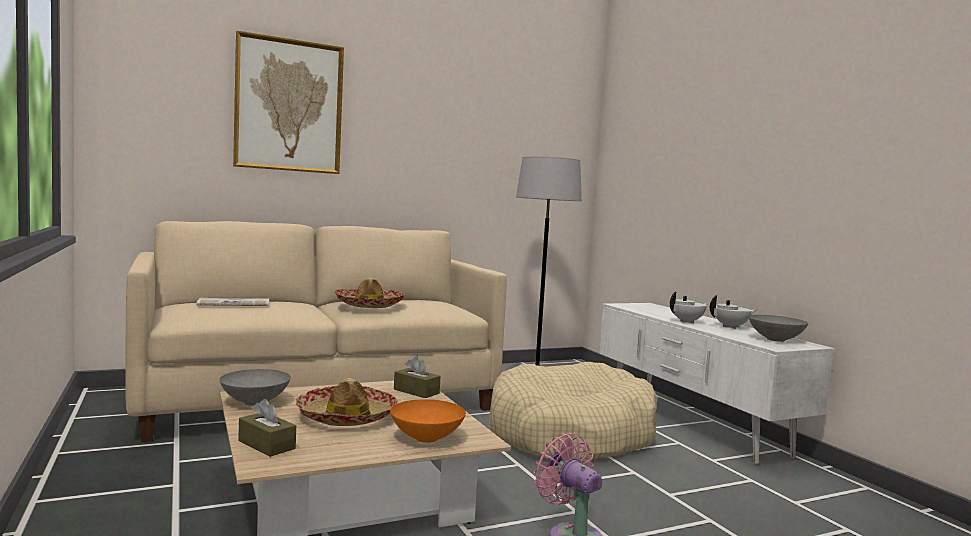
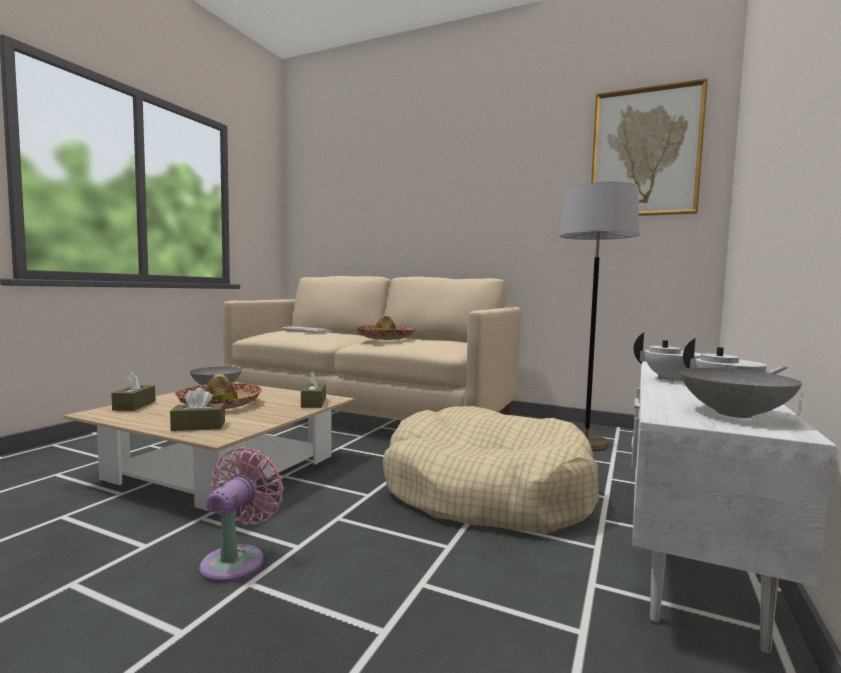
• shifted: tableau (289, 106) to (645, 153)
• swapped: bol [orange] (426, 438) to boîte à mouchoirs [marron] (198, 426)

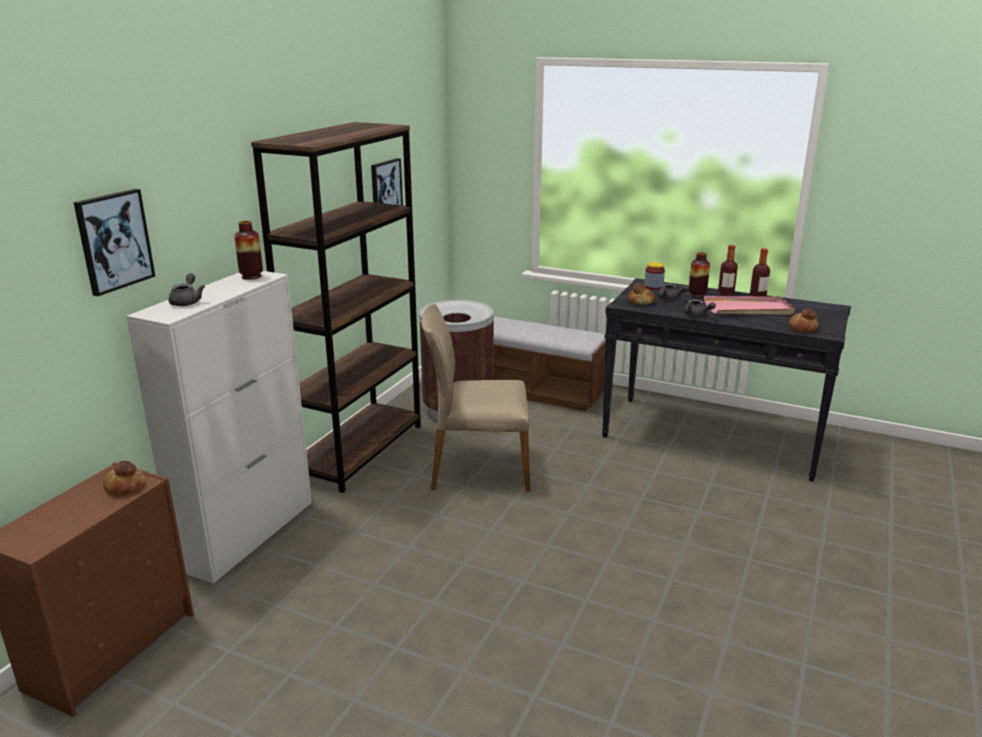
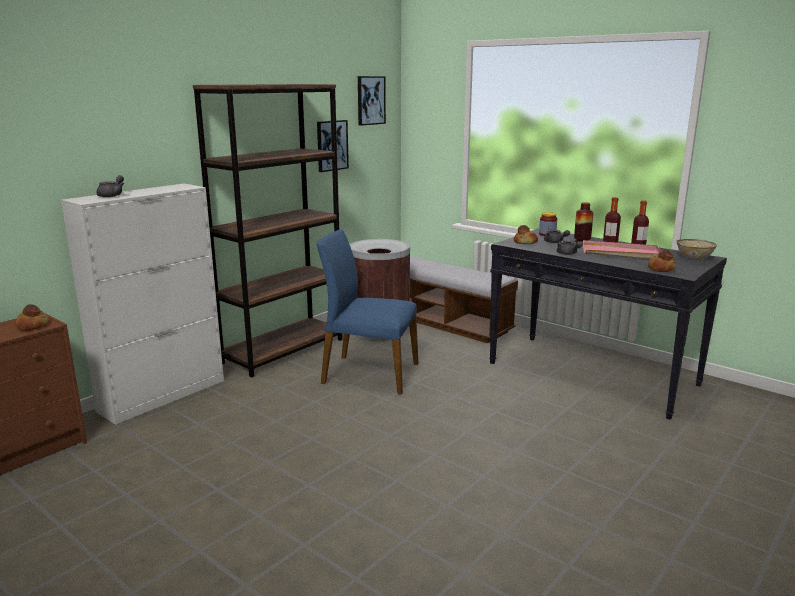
• gone: vase (251, 276)
• new: bol (694, 257)
• shifted: tableau (114, 241) to (370, 100)
• repainted: chaise [beige] (478, 468) to chaise [bleu] (369, 373)

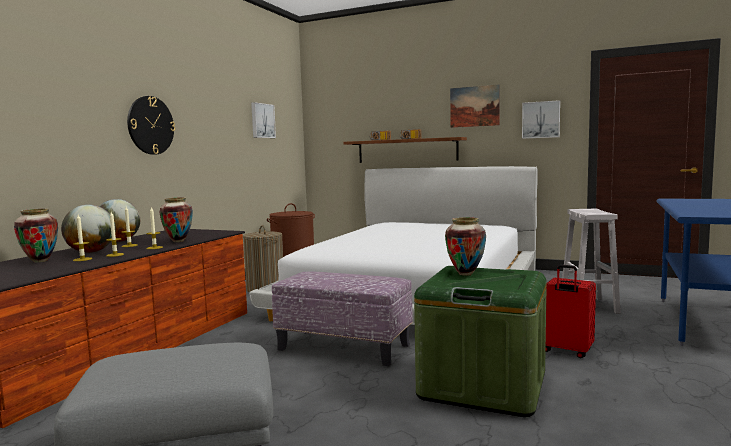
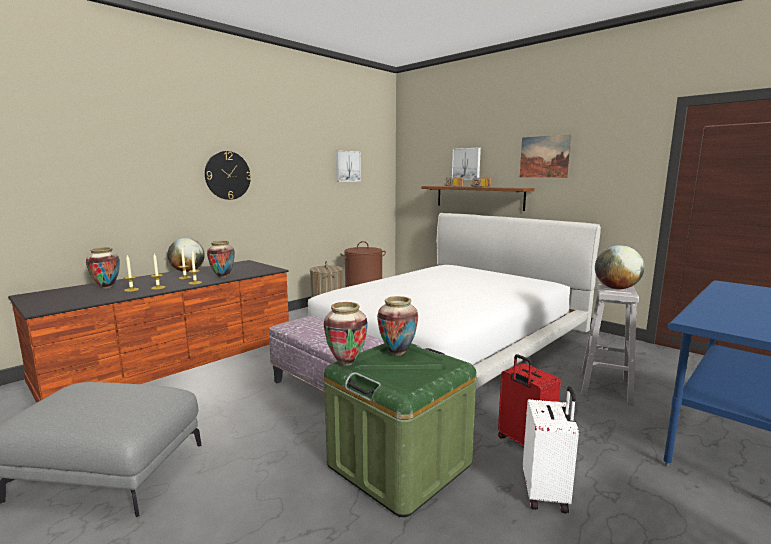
• new: vase (346, 362)
• new: valise [blanc] (546, 493)
• shifted: globe (91, 252) to (616, 288)
• shifted: tableau (541, 120) to (466, 163)

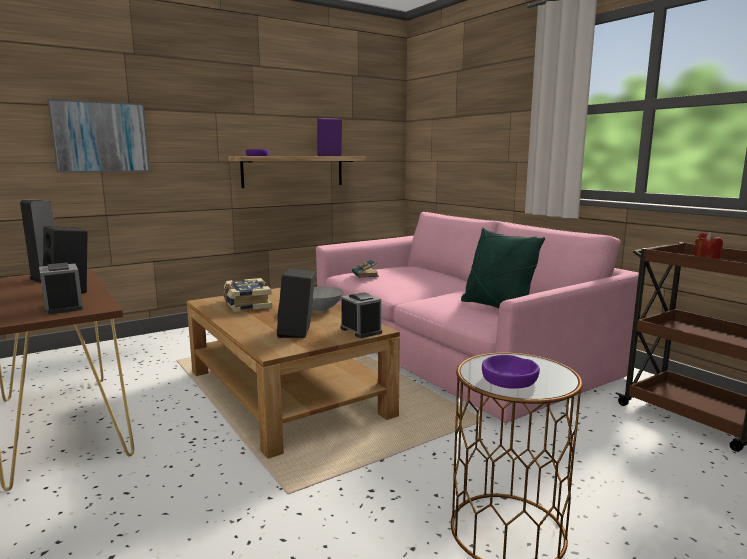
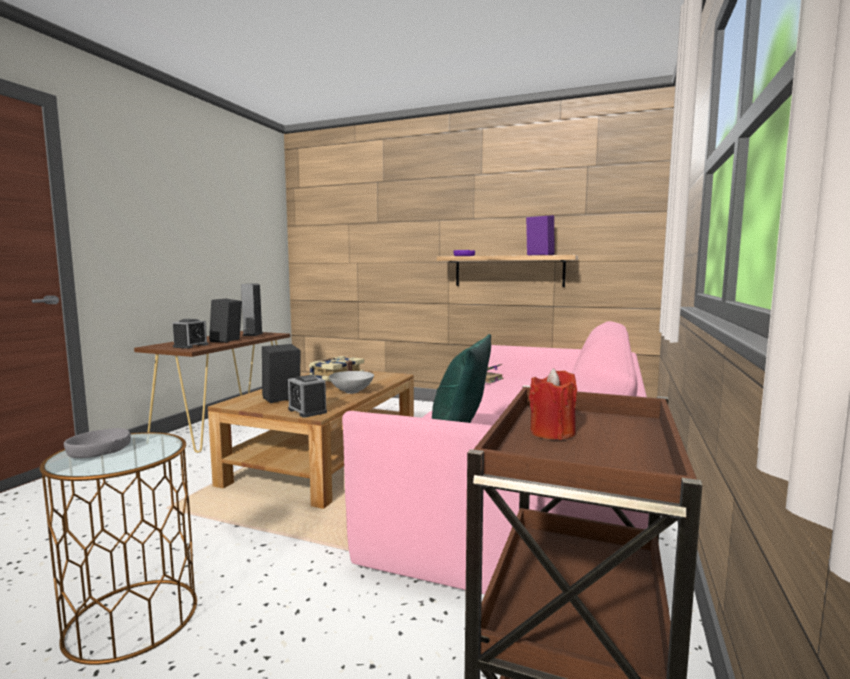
• gone: tableau (100, 137)
• repainted: bol [violet] (509, 379) to bol [gris] (99, 450)
• rotated: réveil (361, 330) = (307, 411) 120 degrees clockwise

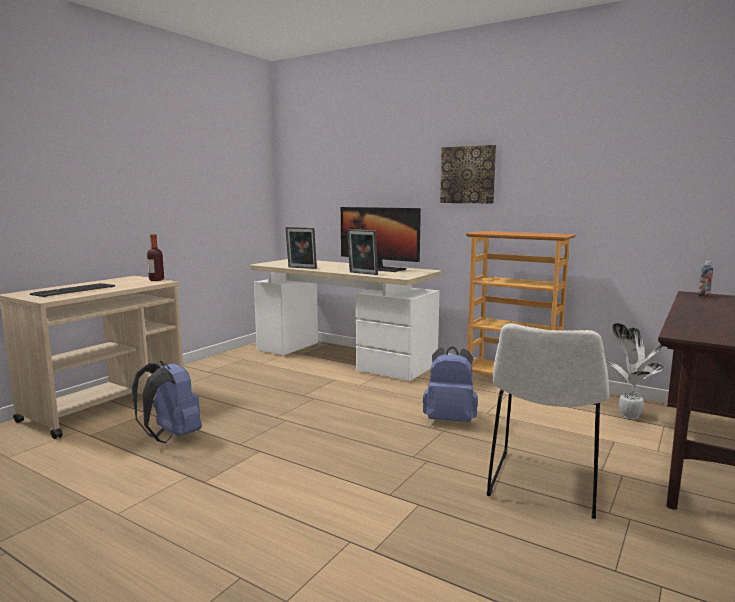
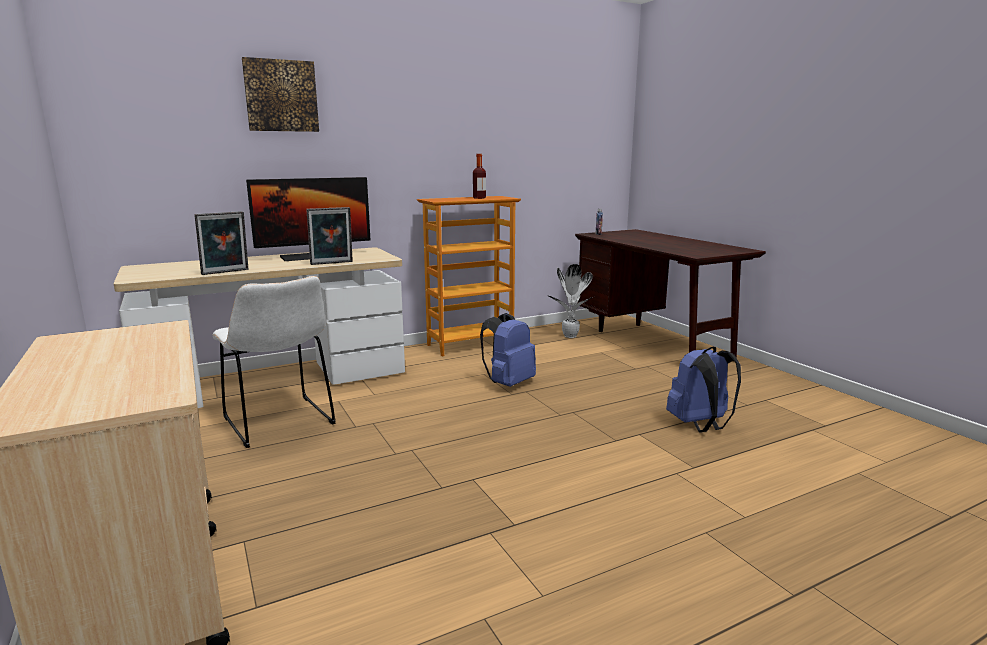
• gone: clavier (73, 290)
• shifted: sac à dos [bleu] (171, 436) to (700, 426)
• shifted: bouteille (156, 280) to (479, 198)
• shifted: tableau (468, 175) to (281, 96)
• shifted: chaise [blanc] (543, 487) to (281, 423)

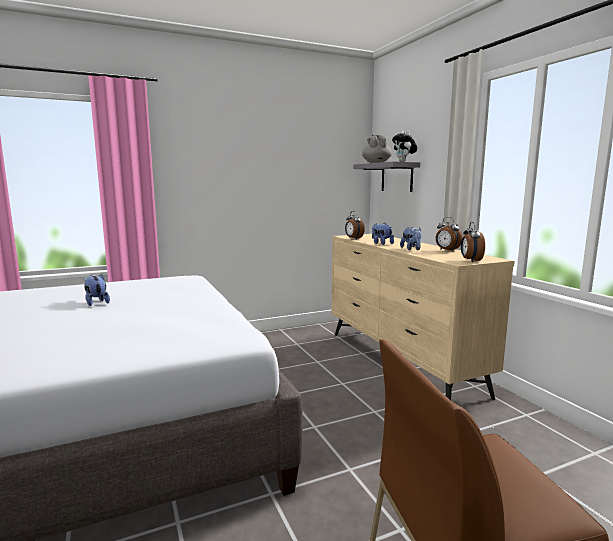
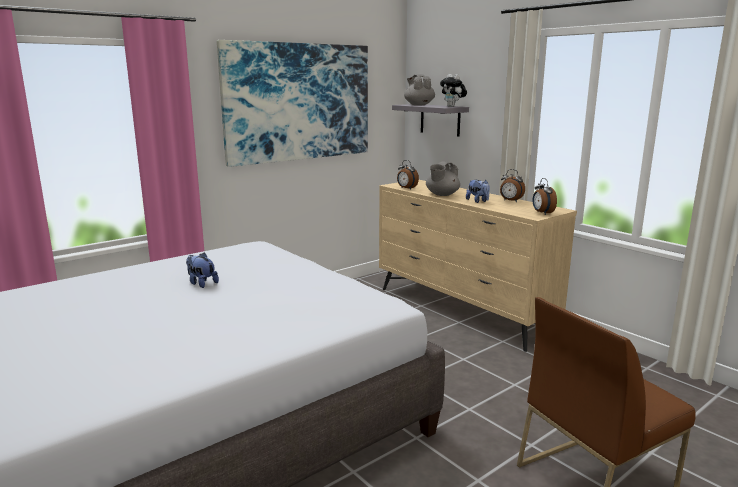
• new: tableau (299, 102)
• swapped: peluche (381, 243) to théière [gris] (442, 195)

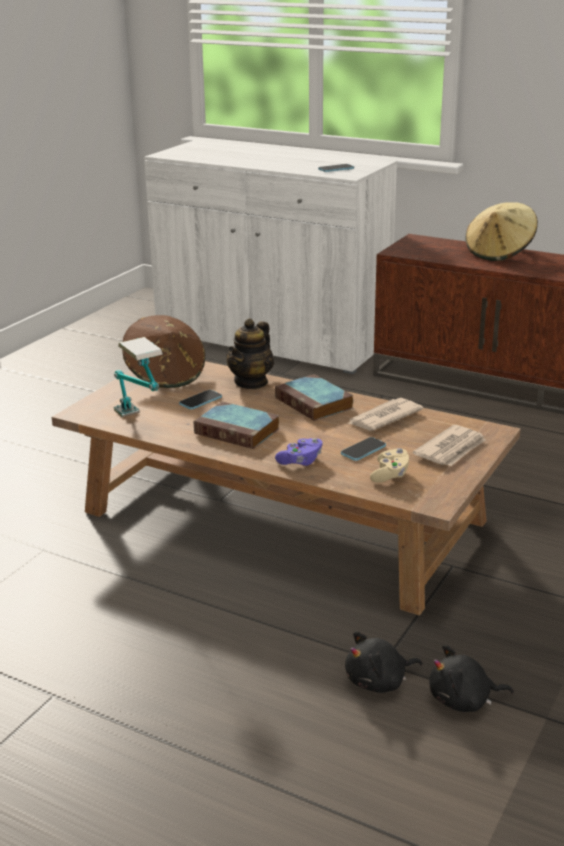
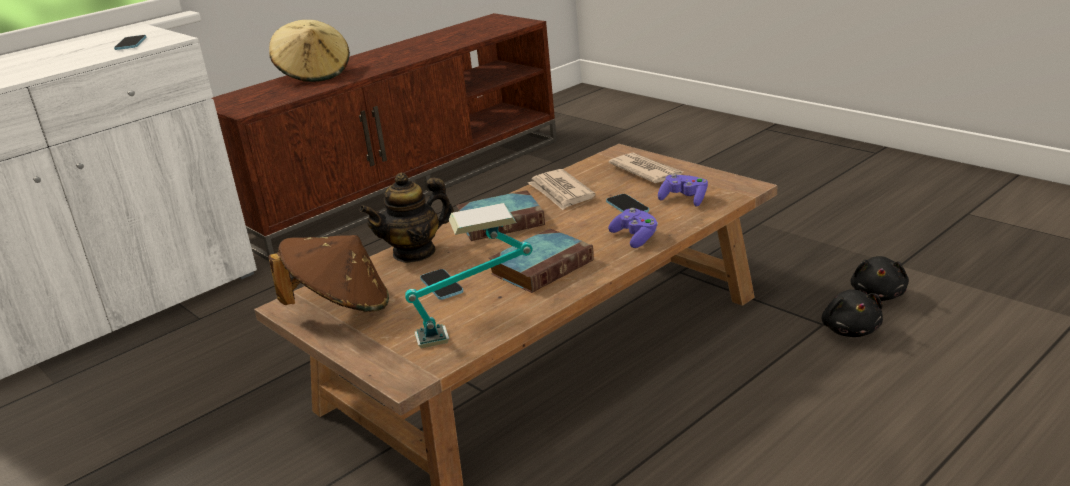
• repainted: manette [beige] (390, 475) to manette [violet] (684, 199)
• rotated: théière (251, 382) = (414, 252) 105 degrees clockwise

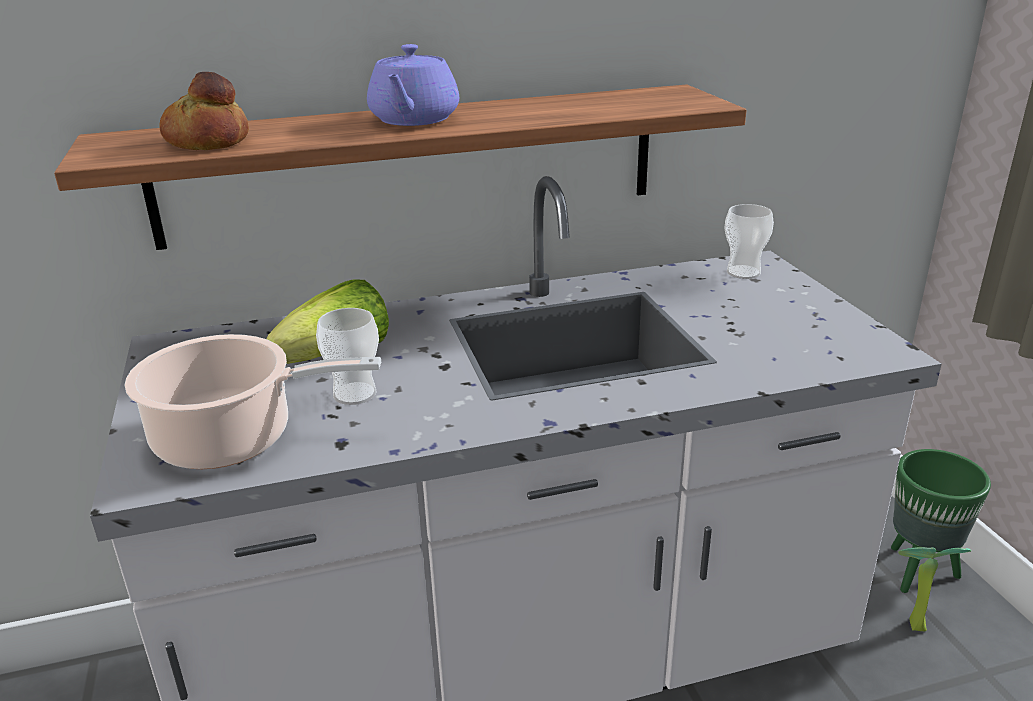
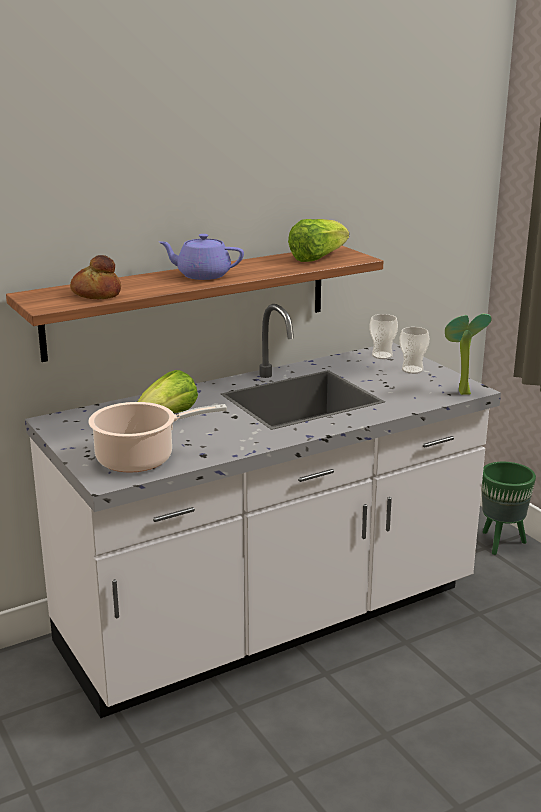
• new: laitue (317, 258)
• shifted: tasse (354, 394) to (412, 370)
• shifted: plante en pot (911, 623) to (460, 392)
• rotated: théière [violet] (414, 120) = (202, 275) 105 degrees clockwise

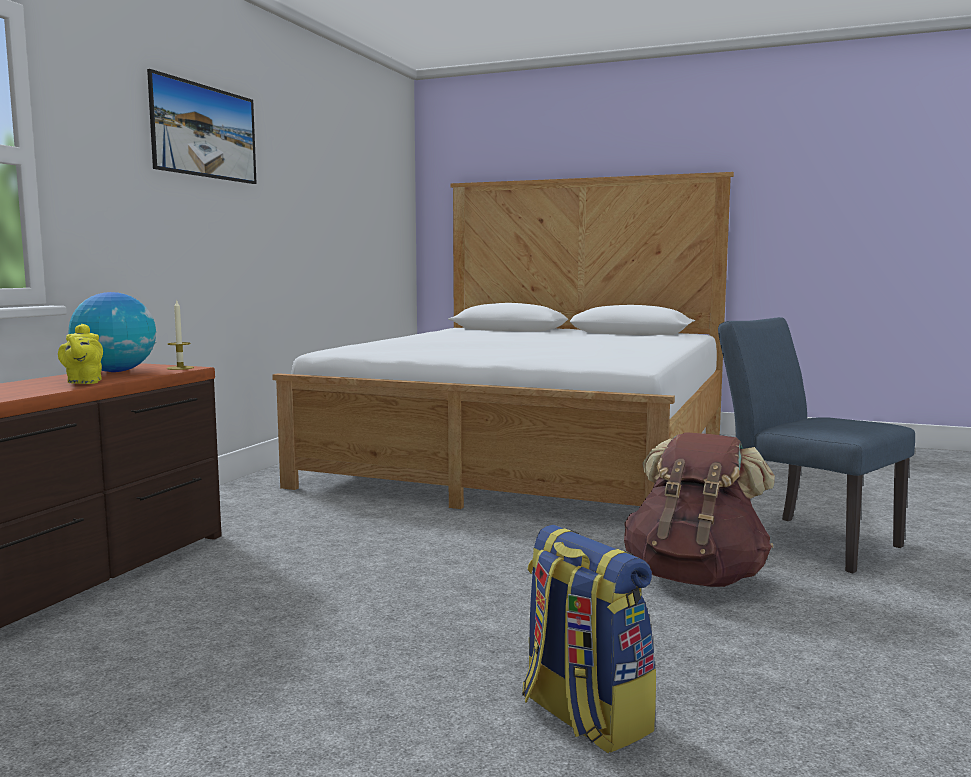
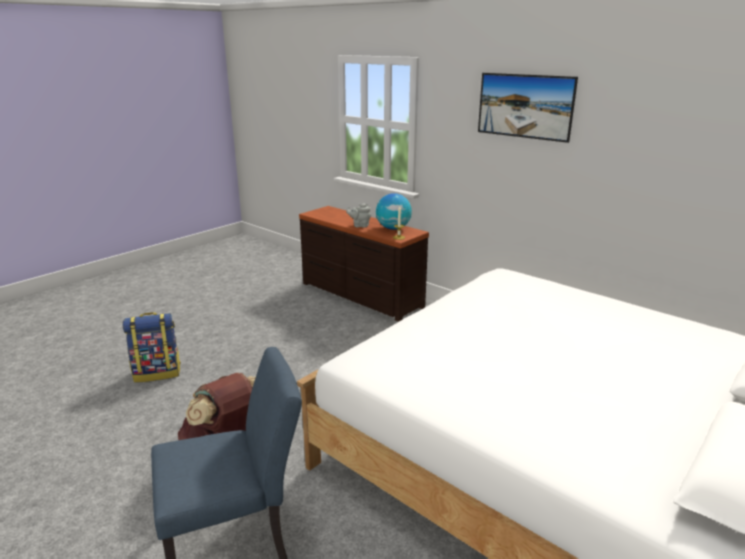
• repainted: théière [jaune] (83, 382) to théière [gris] (360, 225)

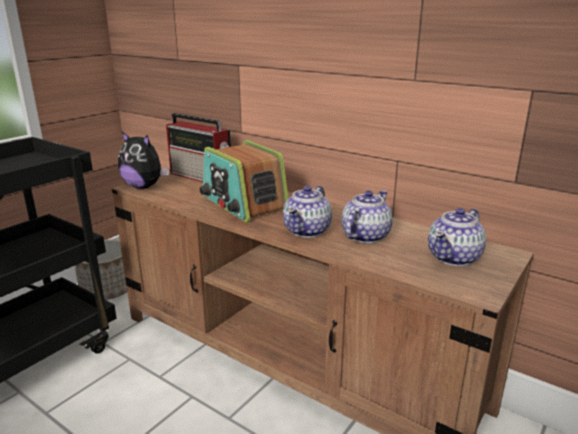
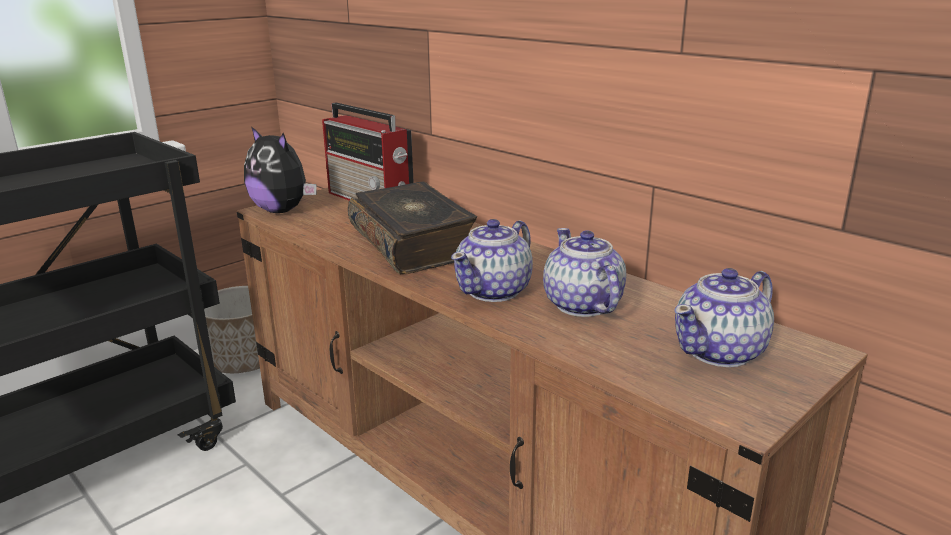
• swapped: radio (243, 203) to livre (414, 243)
• rotated: théière (364, 236) = (582, 305) 60 degrees counterclockwise

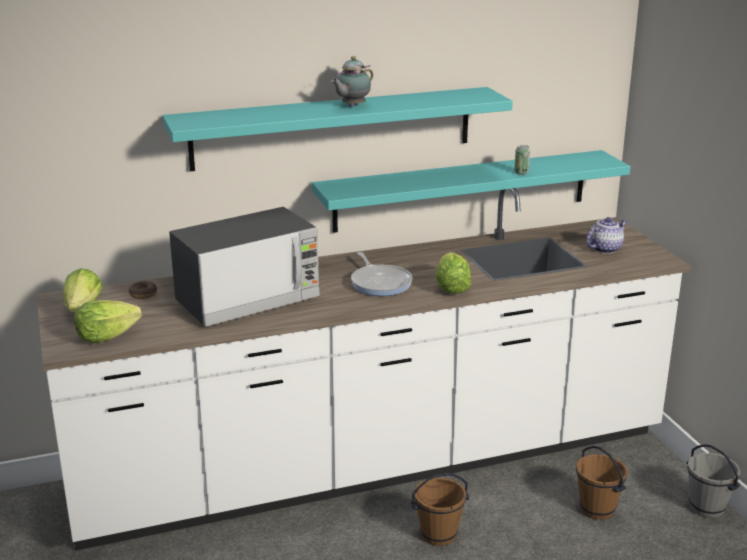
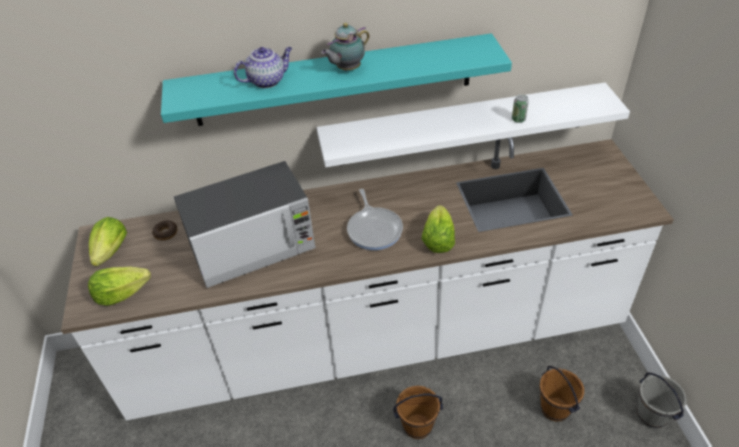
• shifted: théière (605, 248) to (267, 81)
• repainted: étagère [turquoise] (462, 190) to étagère [blanc] (463, 124)

